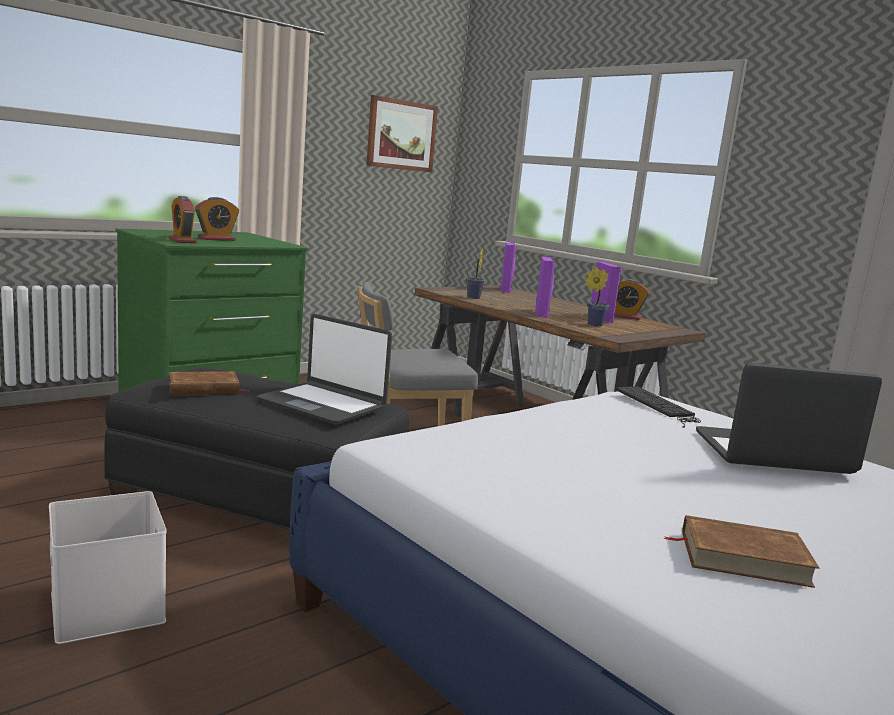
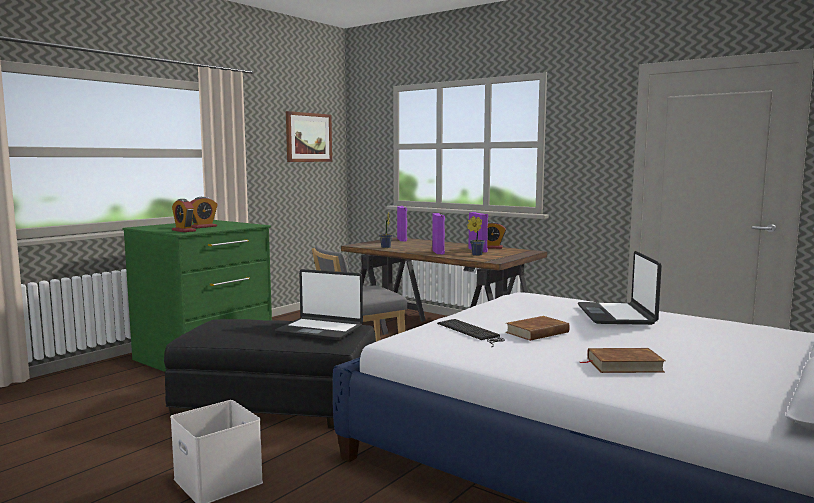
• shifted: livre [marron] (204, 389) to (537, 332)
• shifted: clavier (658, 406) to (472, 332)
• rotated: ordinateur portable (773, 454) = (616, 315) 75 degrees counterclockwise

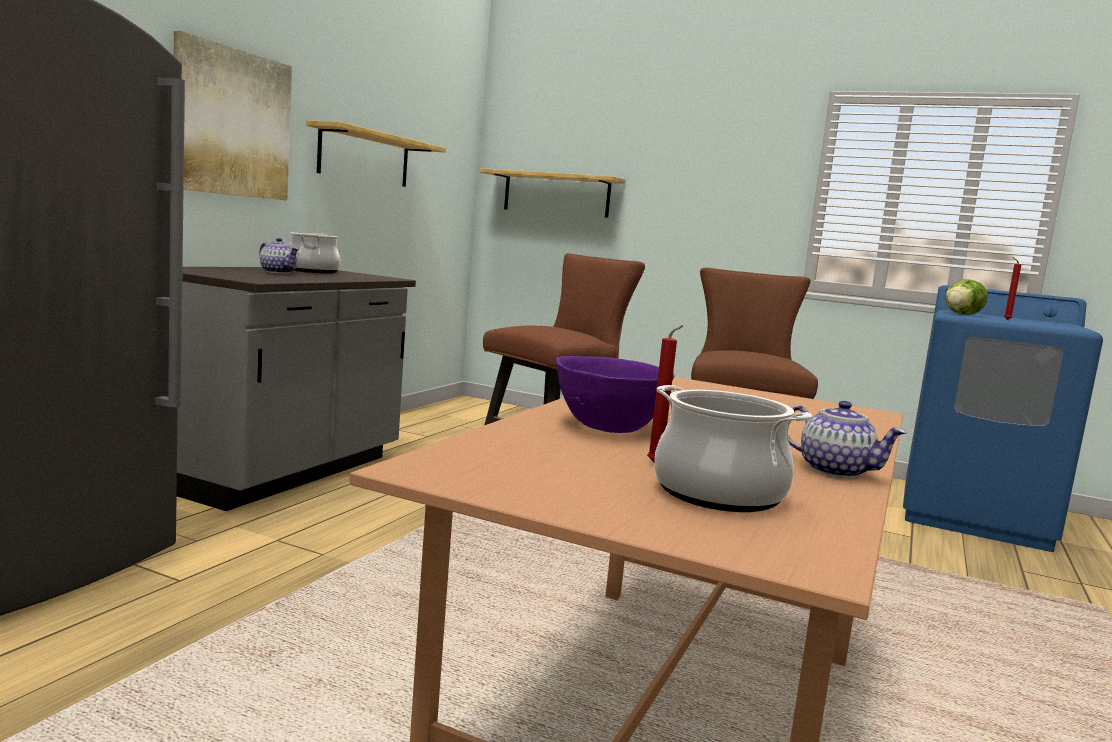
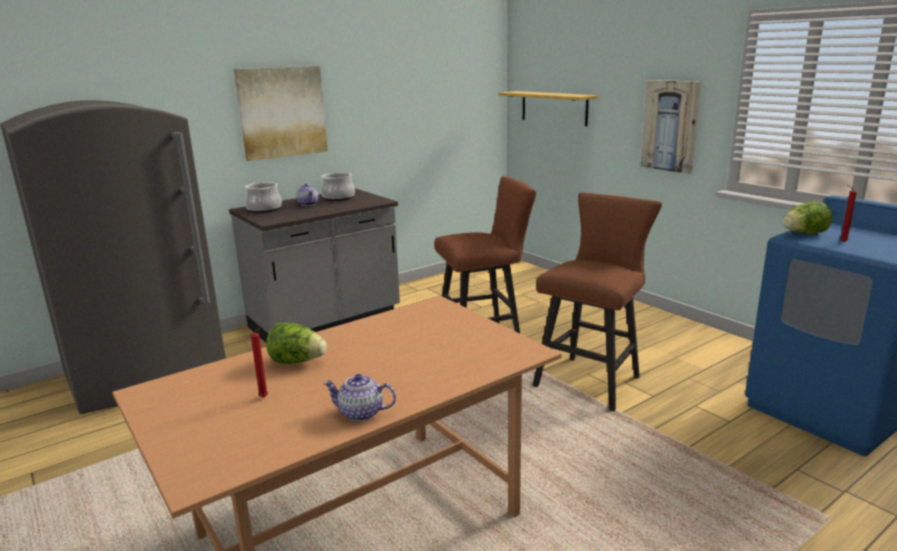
• gone: étagère (365, 157)
• new: tableau (670, 126)
• shifted: marmite (718, 493) to (264, 209)
• swapped: bol [violet] (607, 427) to laitue (297, 361)
• rotated: théière (834, 470) = (361, 413) 120 degrees clockwise

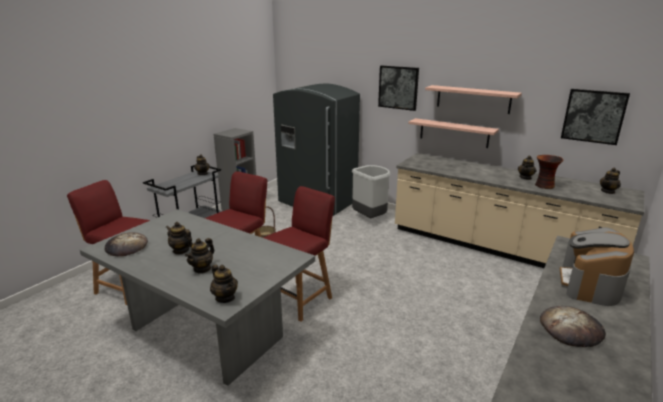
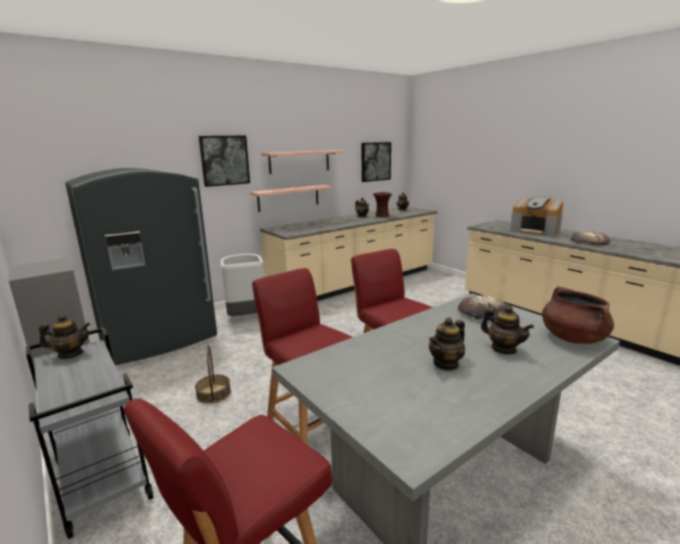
• shifted: pain (126, 247) to (483, 313)
• swapped: théière (225, 297) to marmite [marron] (572, 338)

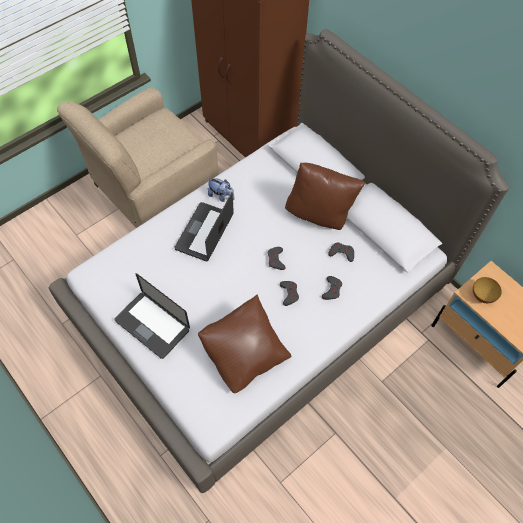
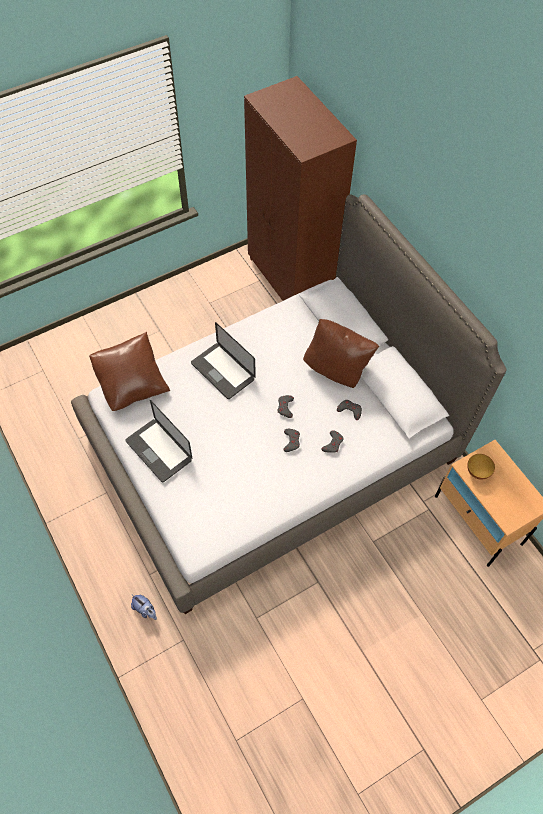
• gone: fauteuil [beige] (154, 190)
• shifted: coussin [marron] (244, 354) to (132, 384)
• shifted: peluche (221, 196) to (145, 610)
• rotated: ordinateur portable (204, 232) = (223, 371) 75 degrees counterclockwise

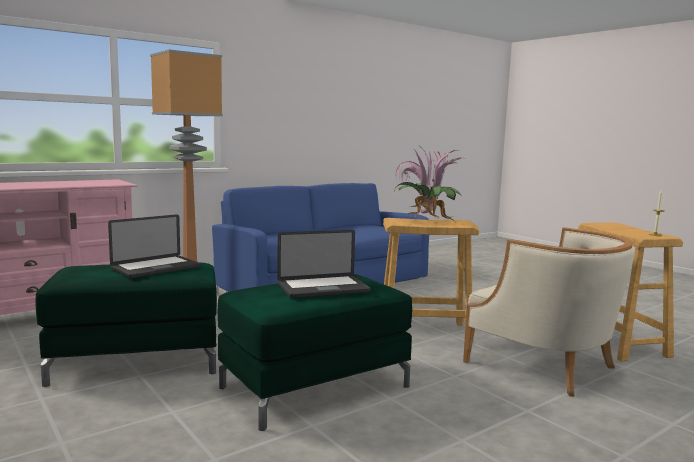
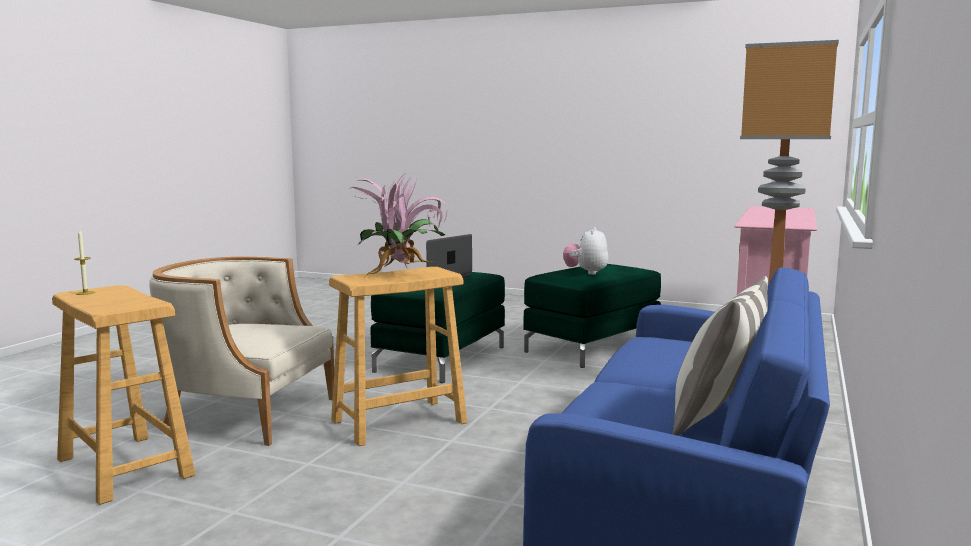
• new: coussin (718, 417)
• swapped: ordinateur portable (156, 268) to peluche (586, 272)

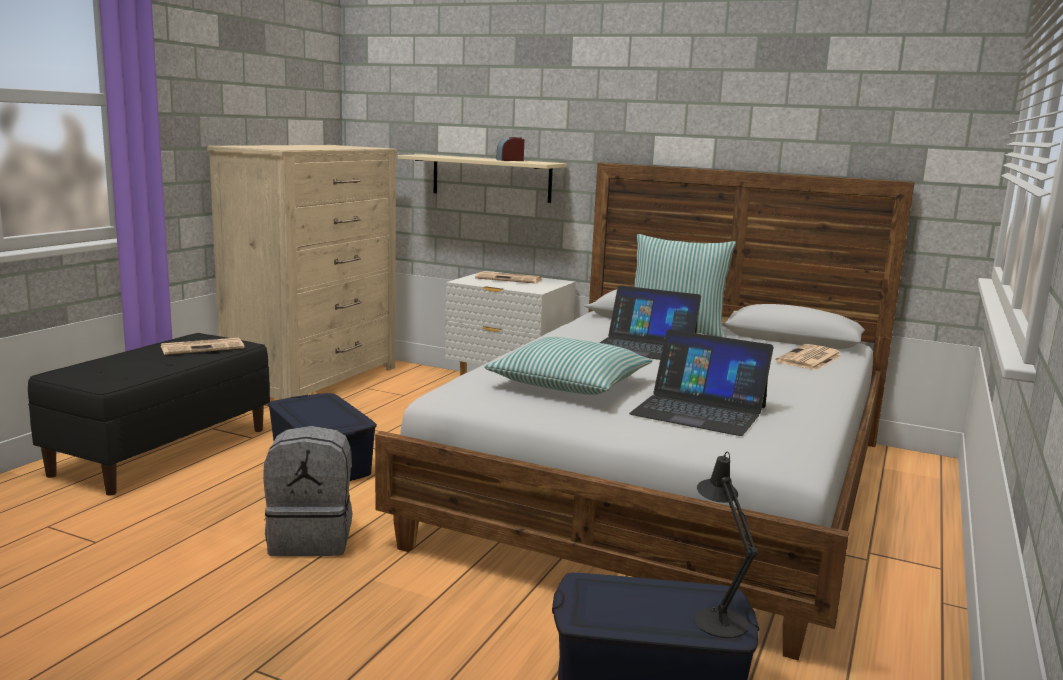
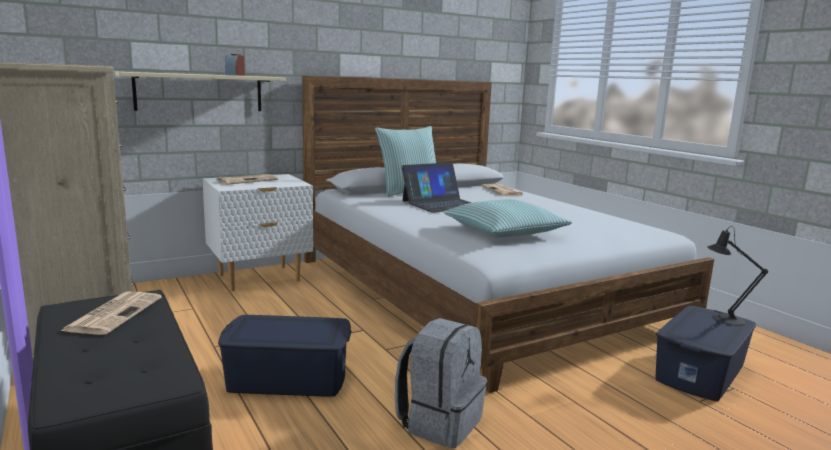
• gone: ordinateur portable (699, 410)

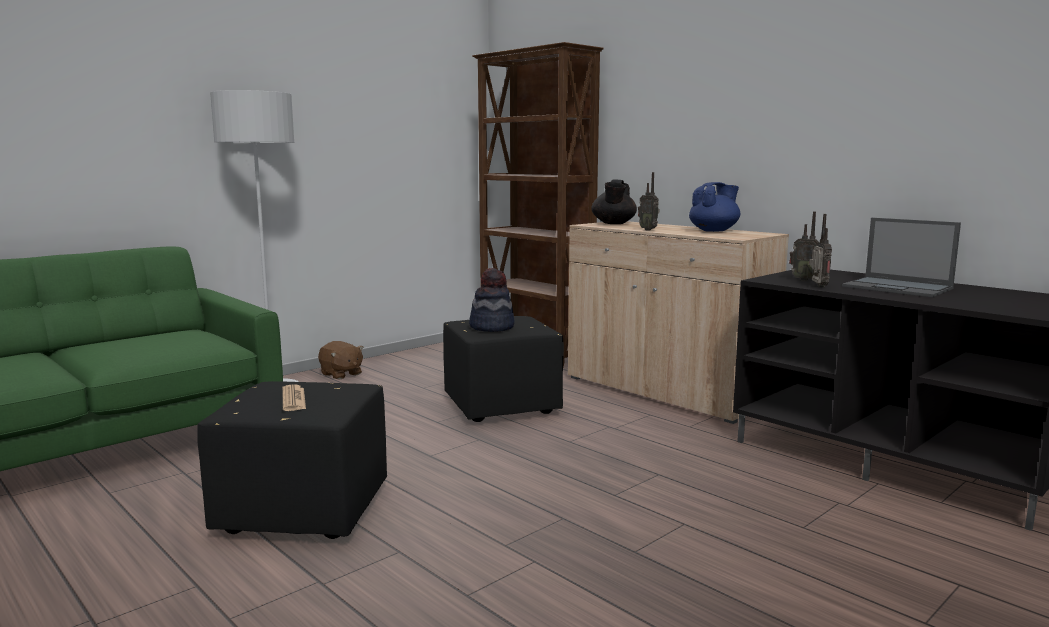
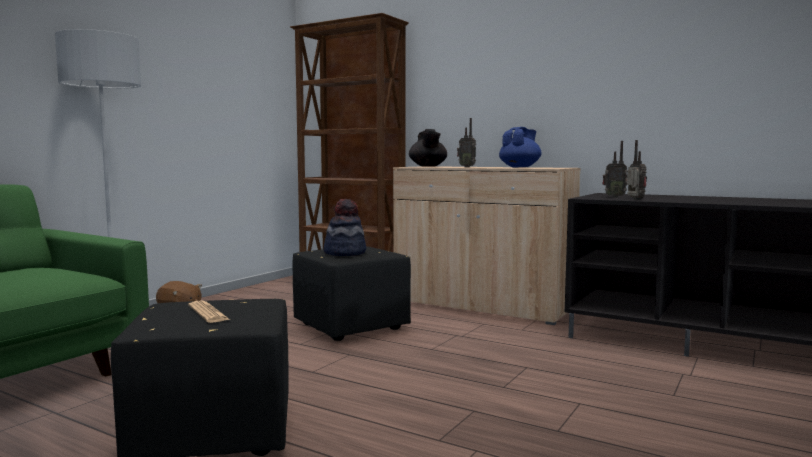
• gone: ordinateur portable (898, 288)

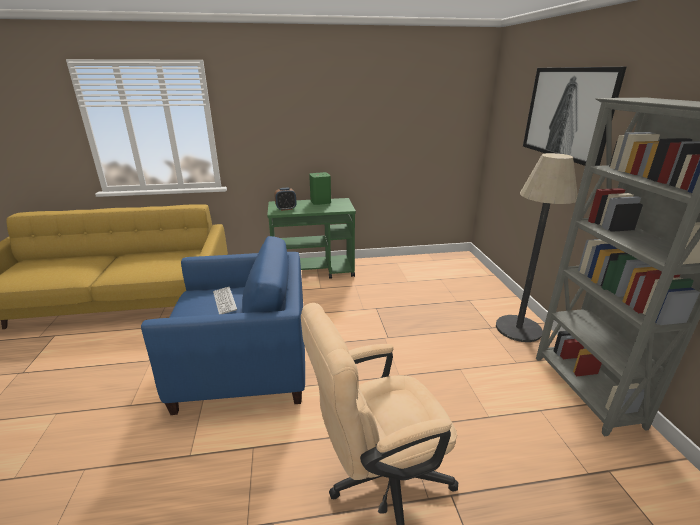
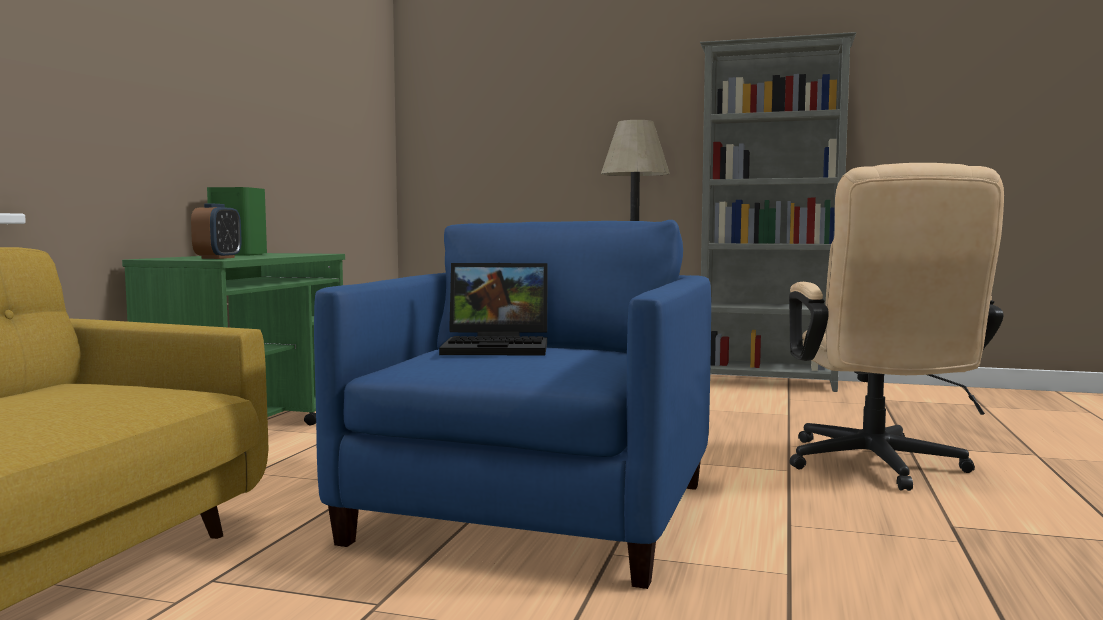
• gone: tableau (566, 113)
• swapped: clavier (224, 301) to ordinateur portable (499, 347)

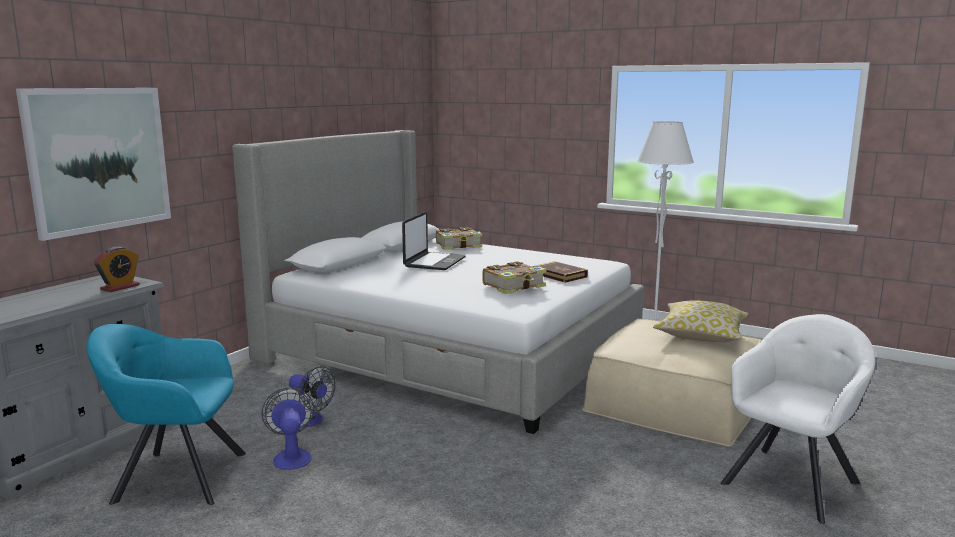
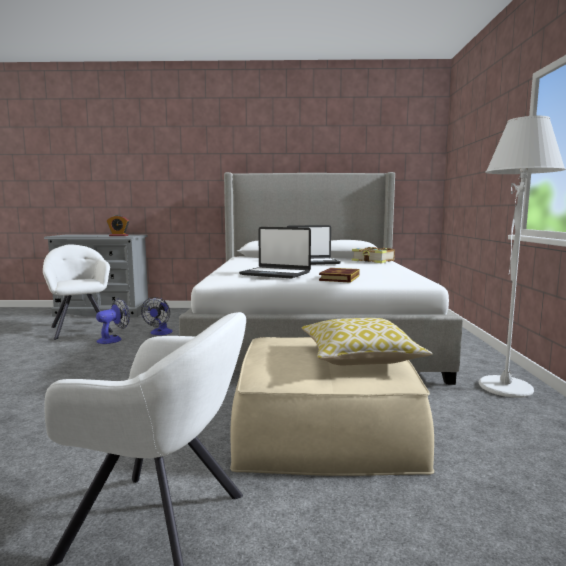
• gone: tableau (99, 159)
• swapped: livre (514, 286) to ordinateur portable (275, 274)
• repainted: fauteuil [turquoise] (175, 477) to fauteuil [blanc] (81, 329)

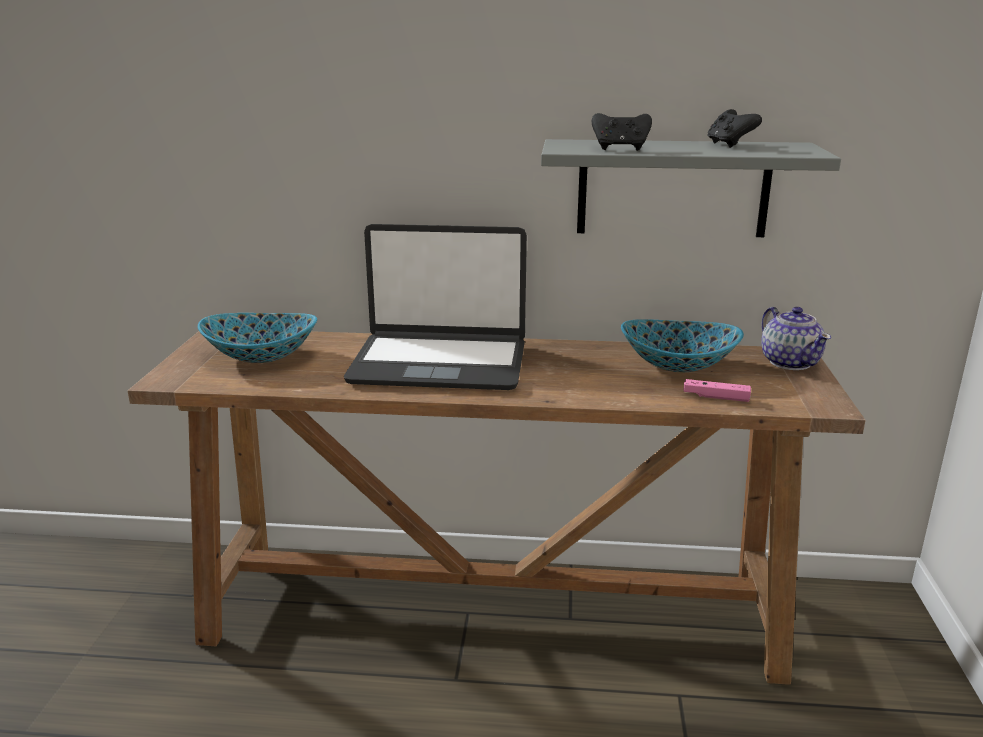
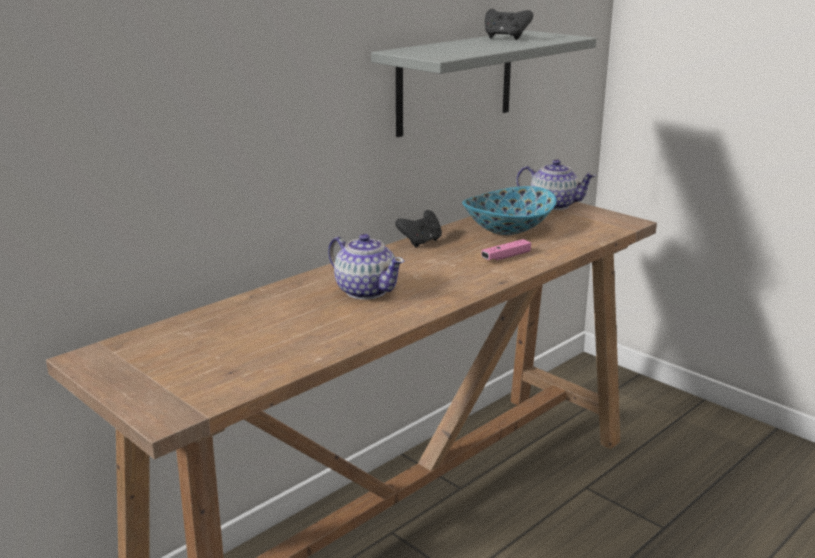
• gone: bol (261, 356)
• shifted: manette [noir] (620, 149) to (421, 242)
• shifted: manette [rose] (716, 397) to (506, 256)
• swapped: ordinateur portable (439, 363) to théière (366, 291)

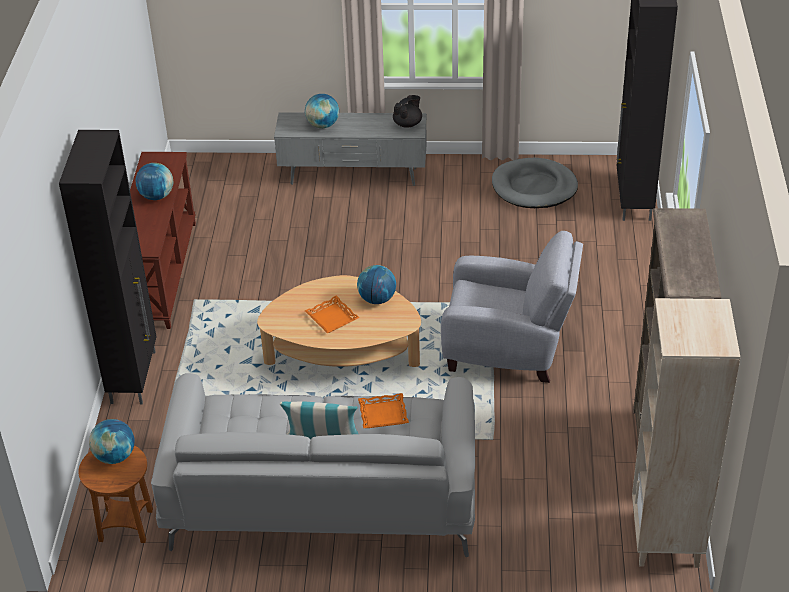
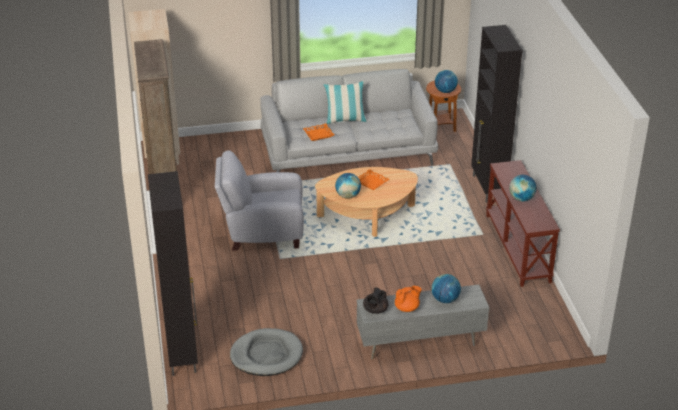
• new: théière [orange] (407, 308)

